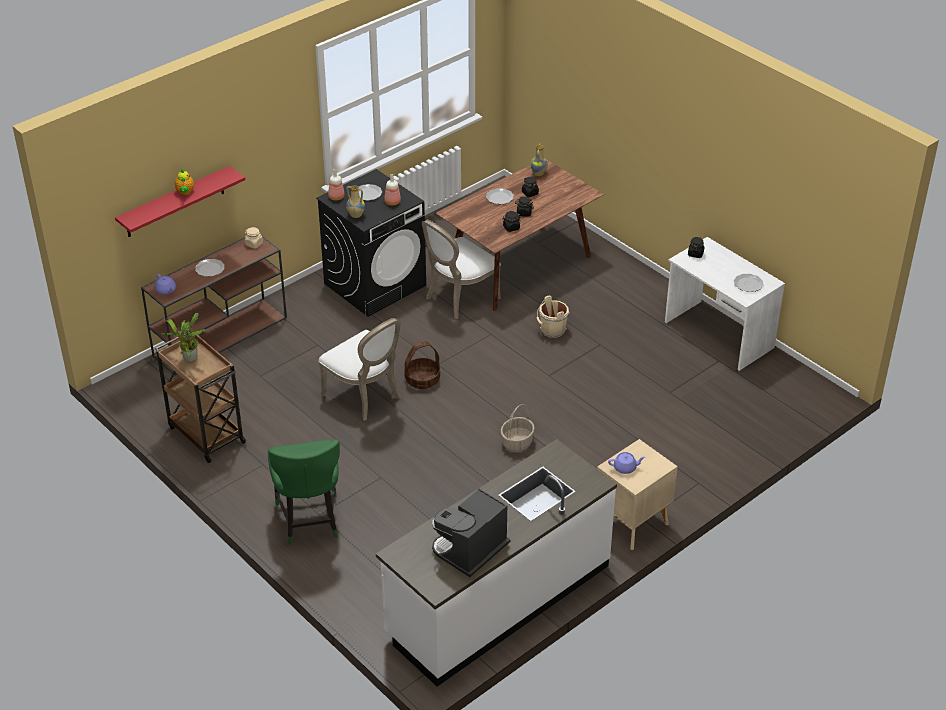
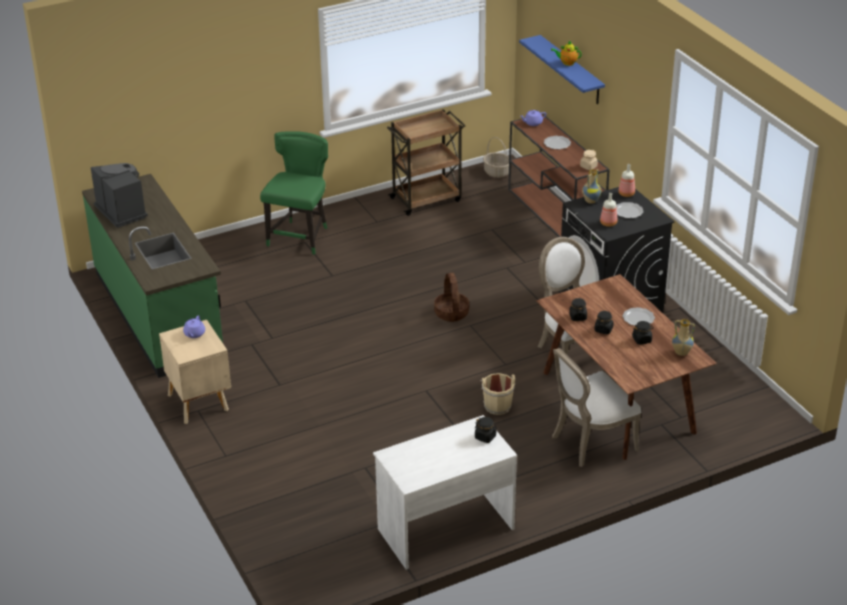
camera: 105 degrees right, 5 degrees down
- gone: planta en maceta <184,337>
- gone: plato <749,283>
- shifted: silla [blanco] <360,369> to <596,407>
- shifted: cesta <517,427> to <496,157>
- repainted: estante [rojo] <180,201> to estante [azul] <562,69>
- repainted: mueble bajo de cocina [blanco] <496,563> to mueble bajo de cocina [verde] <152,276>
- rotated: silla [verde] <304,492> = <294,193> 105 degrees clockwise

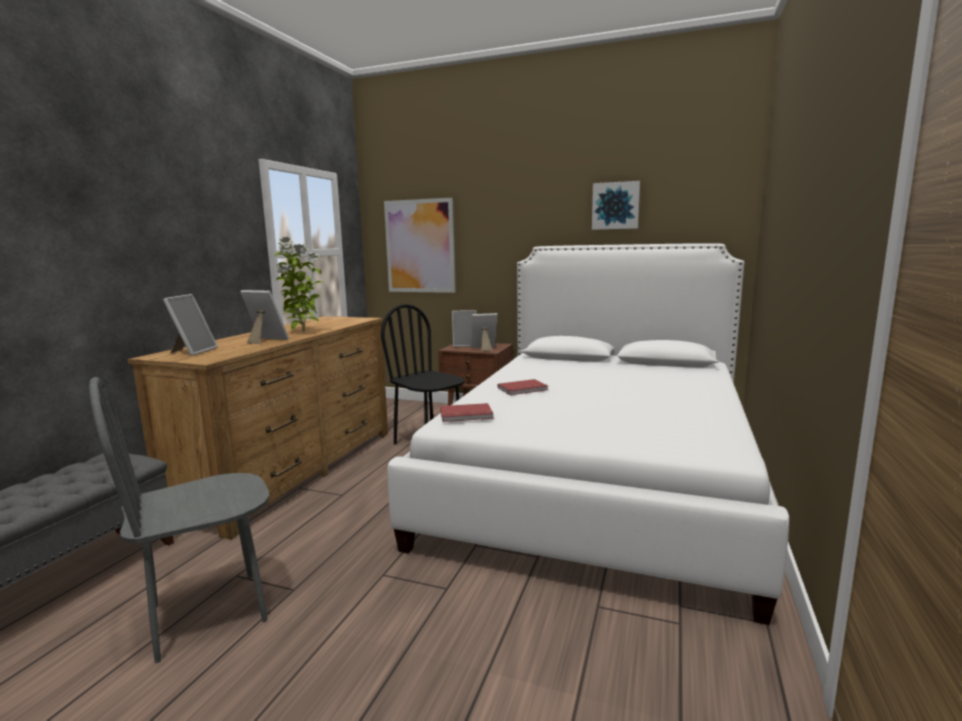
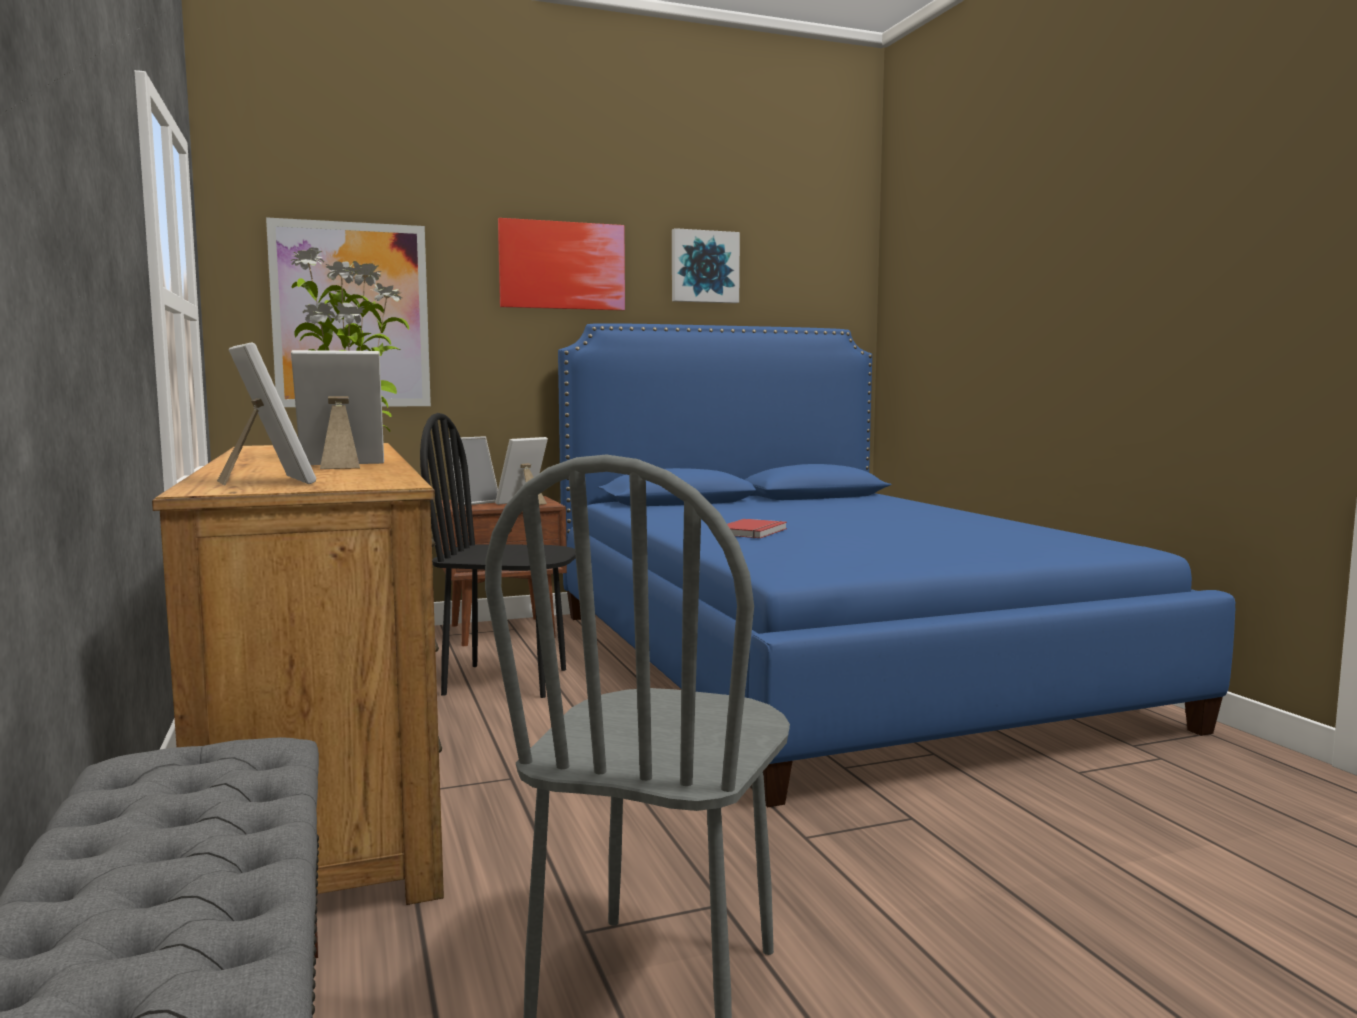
camera: 40 degrees left, 5 degrees down
- gone: libro [rojo] <467,412>
- new: cuadro <561,264>
- repainted: cama [blanco] <588,434> to cama [azul] <896,565>

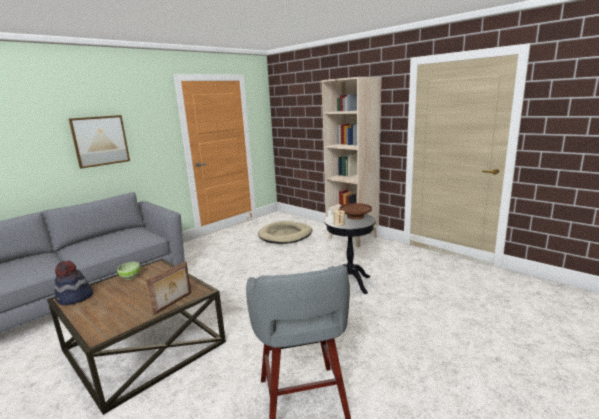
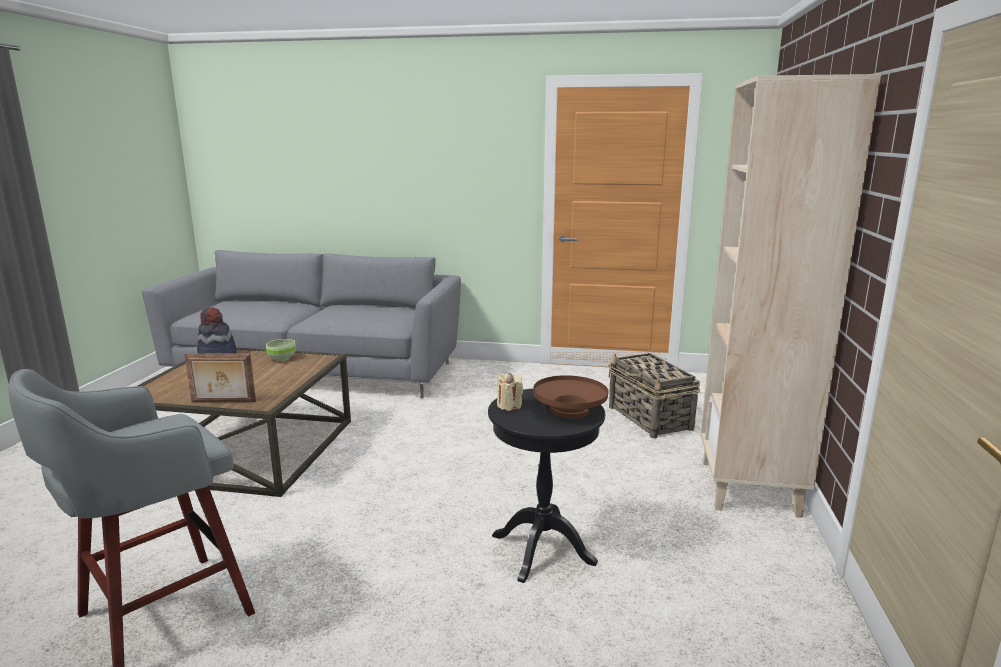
camera: 55 degrees right, 0 degrees up
- gone: cuadro <99,142>
- swapped: cama para perro [beis] <285,232> to cesta <654,395>

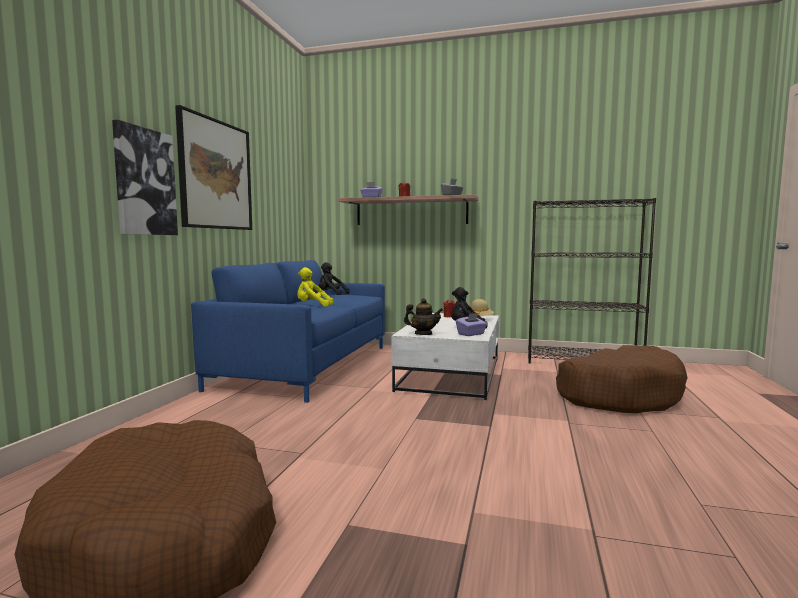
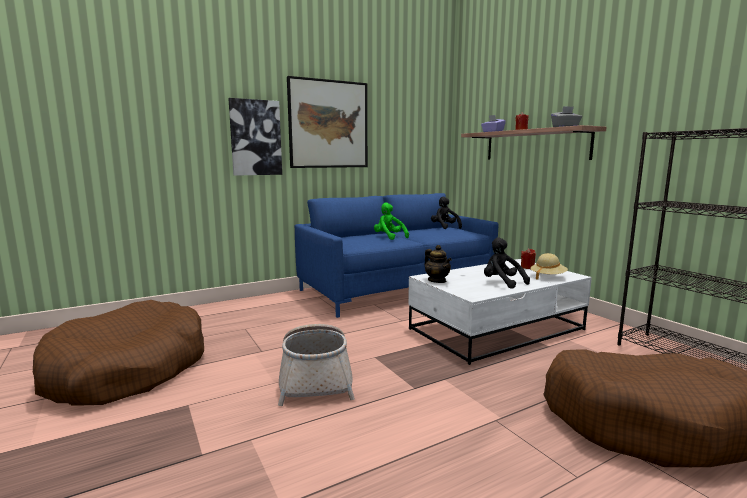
camera: 45 degrees right, 5 degrees up
- gone: caja de pañuelos [morado] <471,324>
- new: cesta <316,365>
- repainted: peluche [amarillo] <315,287> to peluche [verde] <391,221>

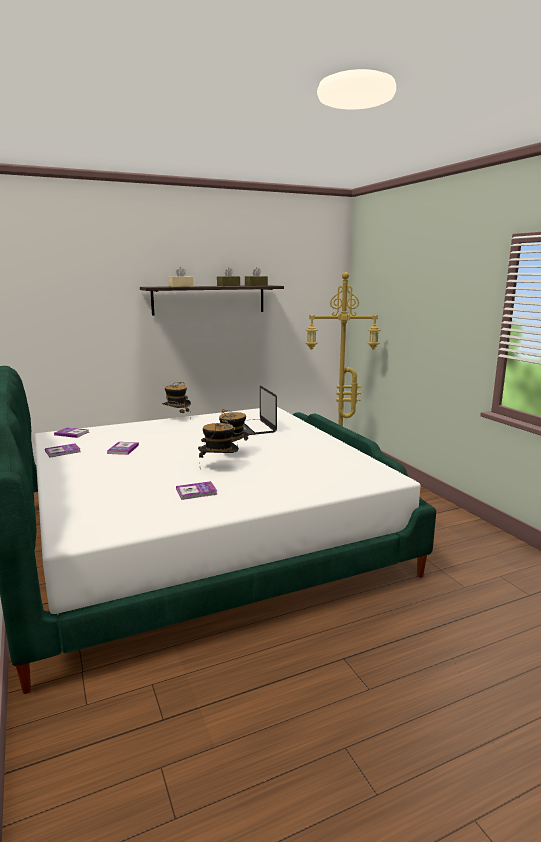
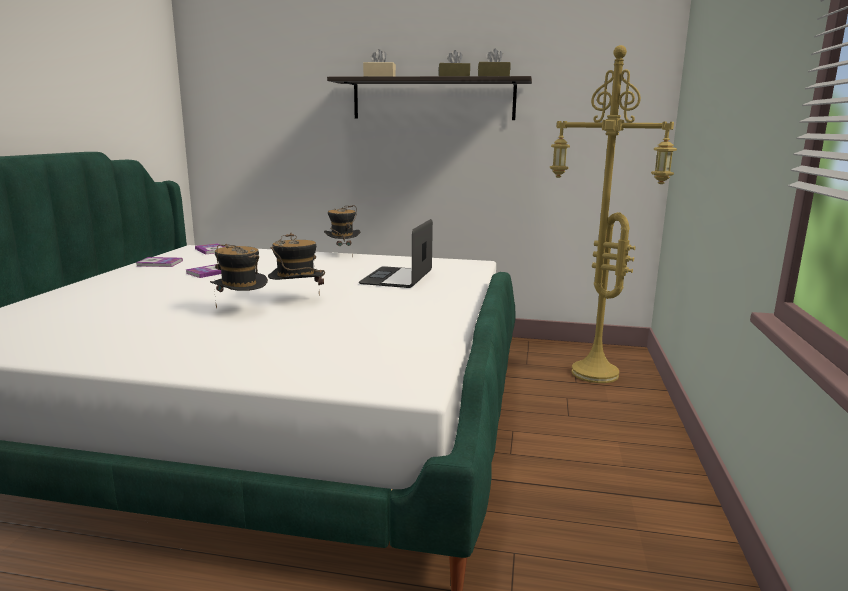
camera: 35 degrees right, 0 degrees up
- gone: libro <197,490>

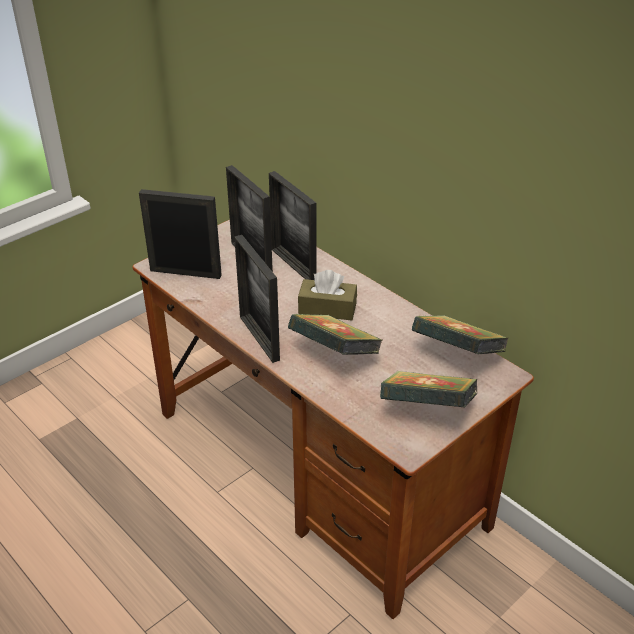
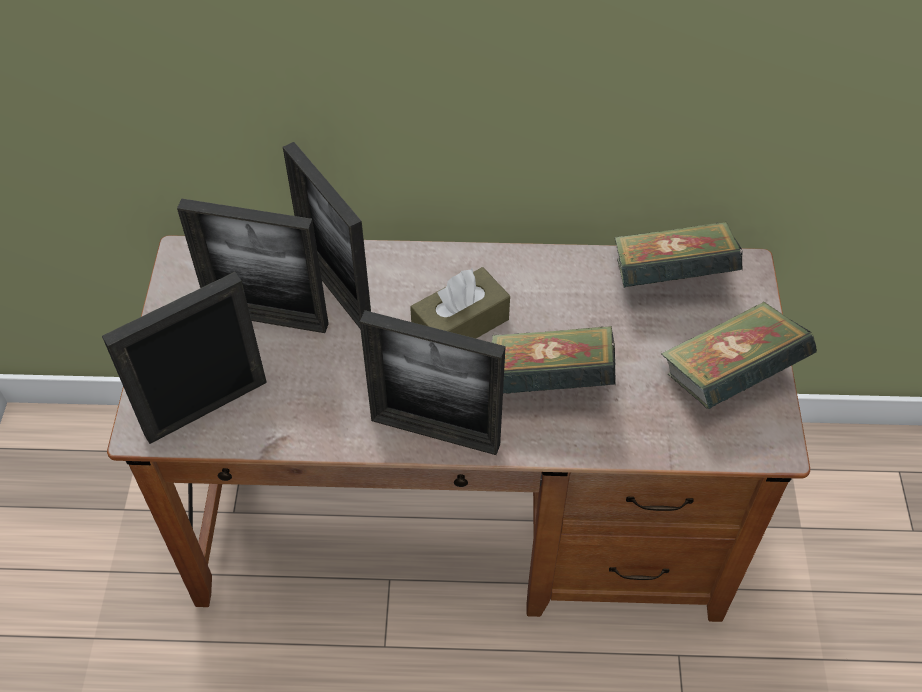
camera: 45 degrees left, 15 degrees up
- rotated: portarretratos <293,225> = <327,235> 45 degrees clockwise

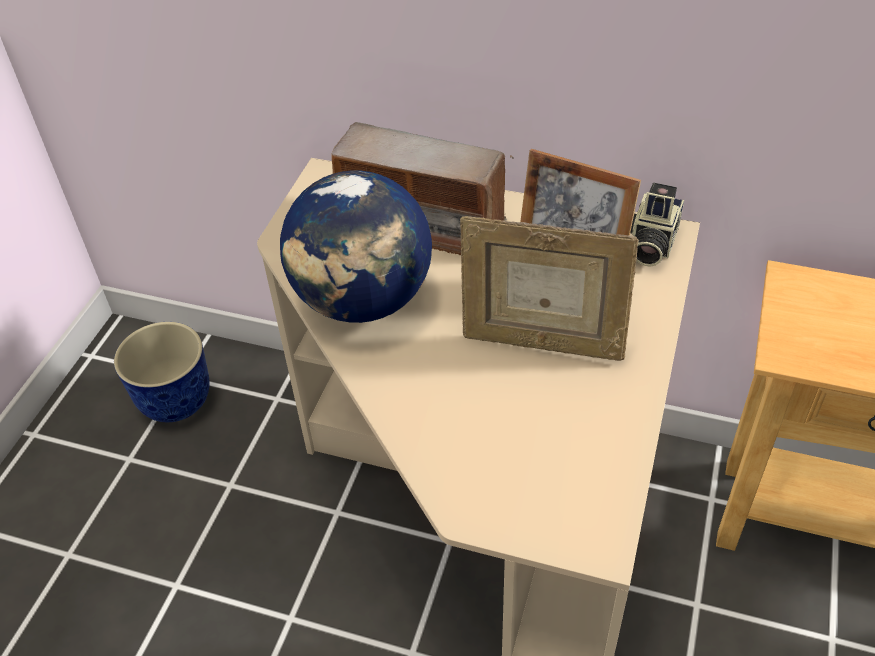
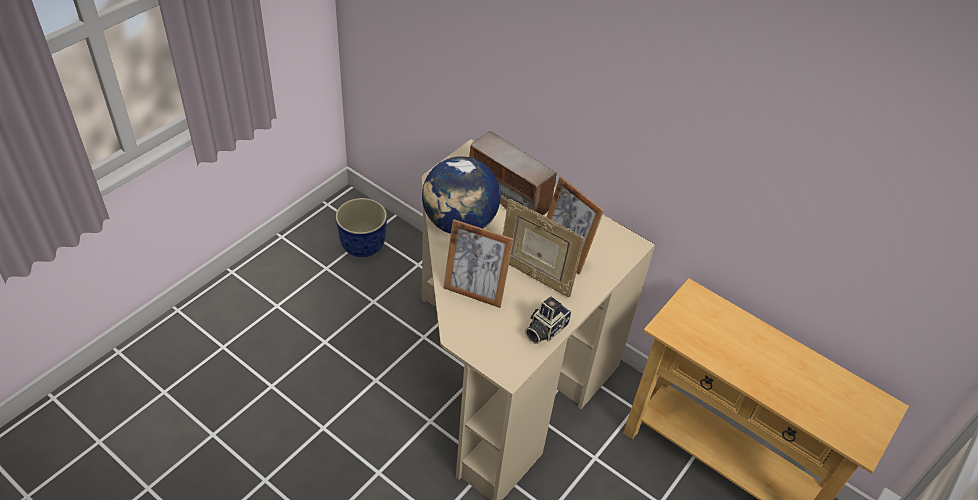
camera: 15 degrees right, 0 degrees up
- new: portarretratos <478,263>
- shifted: cámara <657,225> to <548,320>

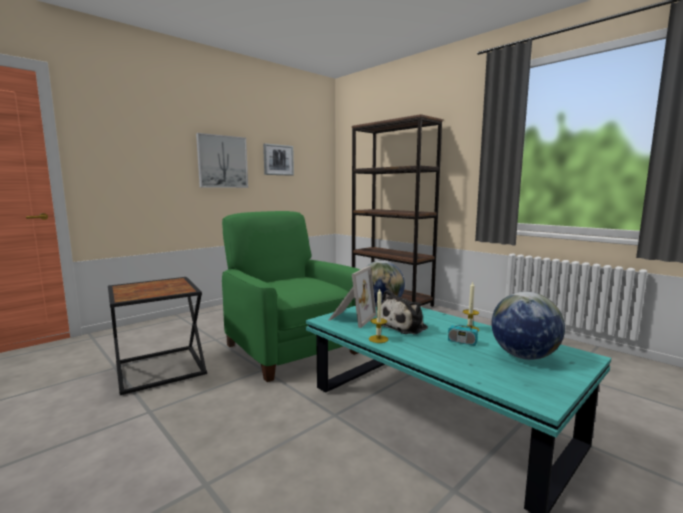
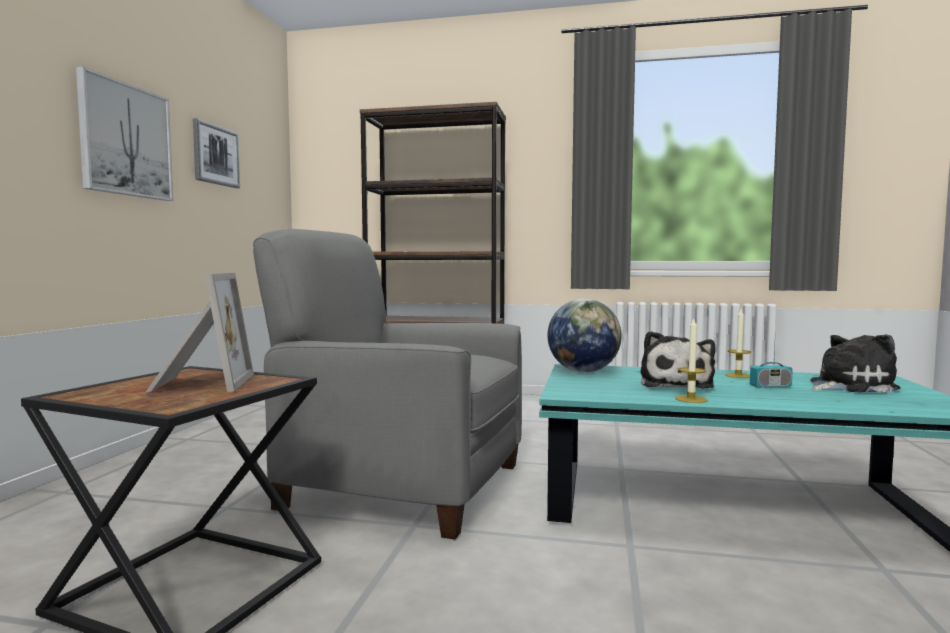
camera: 35 degrees left, 5 degrees down
- shifted: portarretratos <353,297> to <200,332>
- swapped: globo terráqueo <528,326> to peluche <855,363>
- repainted: sillón [verde] <291,296> to sillón [gris] <387,384>

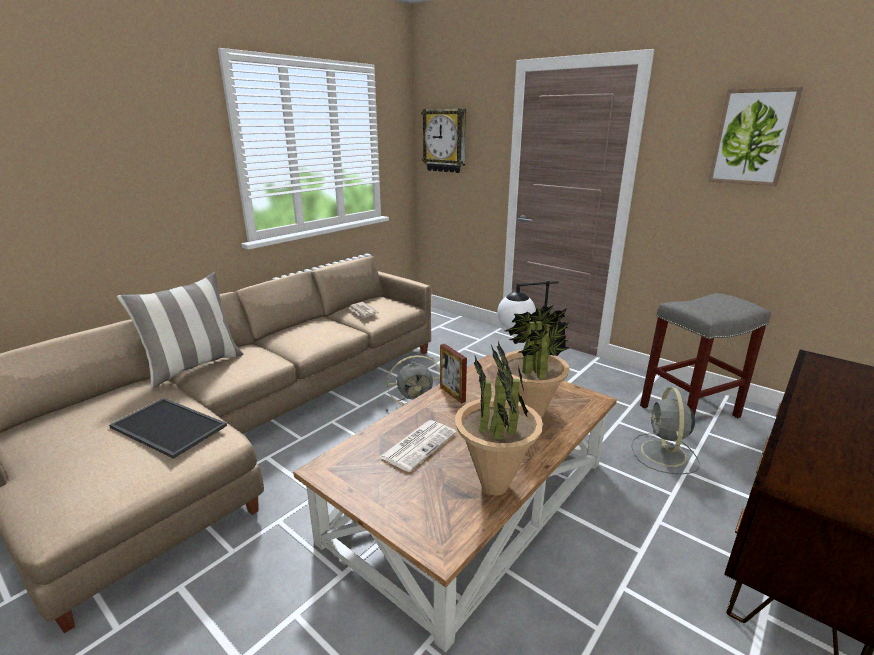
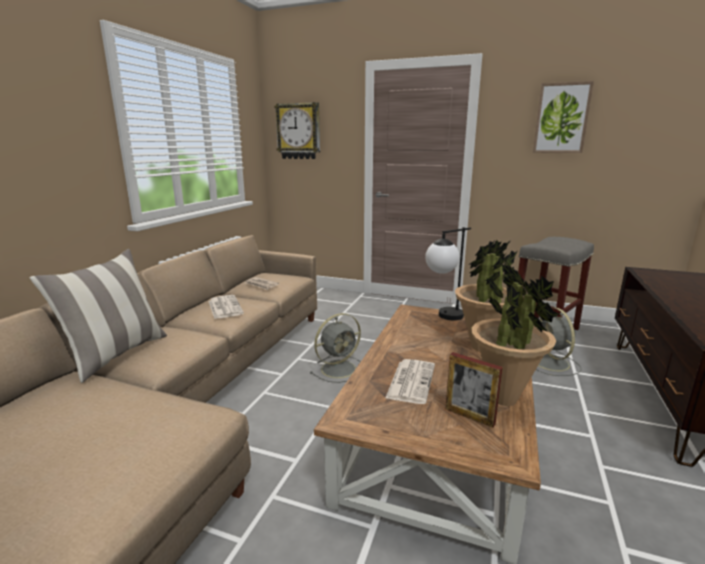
camera: 20 degrees left, 5 degrees down
- gone: bandeja <168,428>
- new: periódico <226,307>
- shifted: portarretratos <453,374> to <474,390>

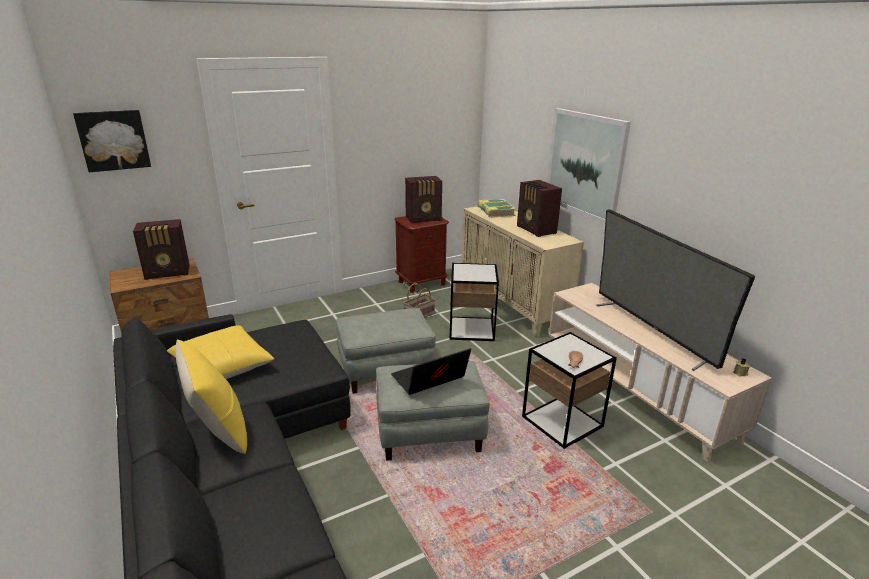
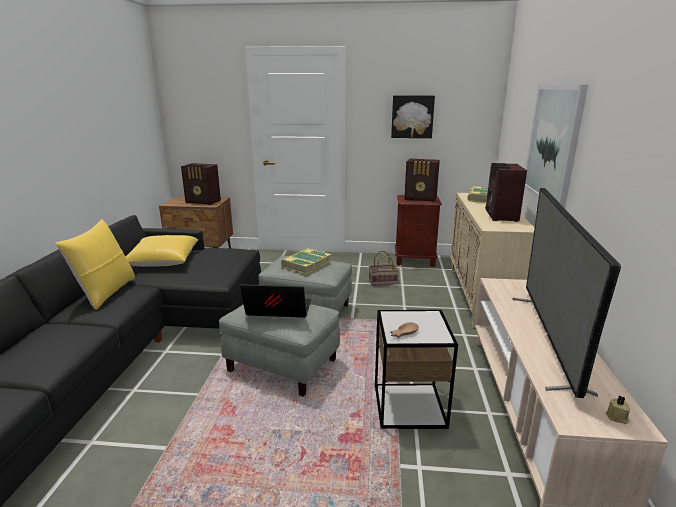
camera: 35 degrees right, 5 degrees down
- gone: mesa auxiliar <474,302>
- new: libro <306,261>
- shifted: cuadro <112,141> to <413,116>

